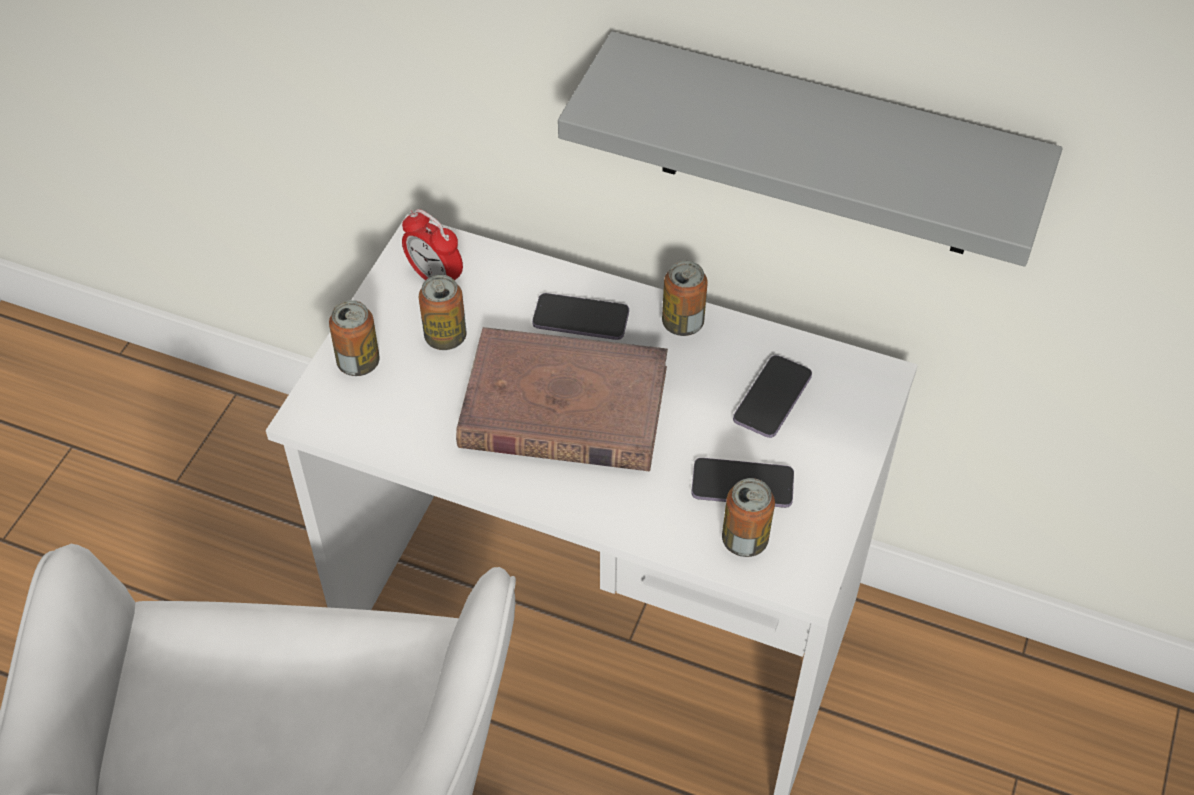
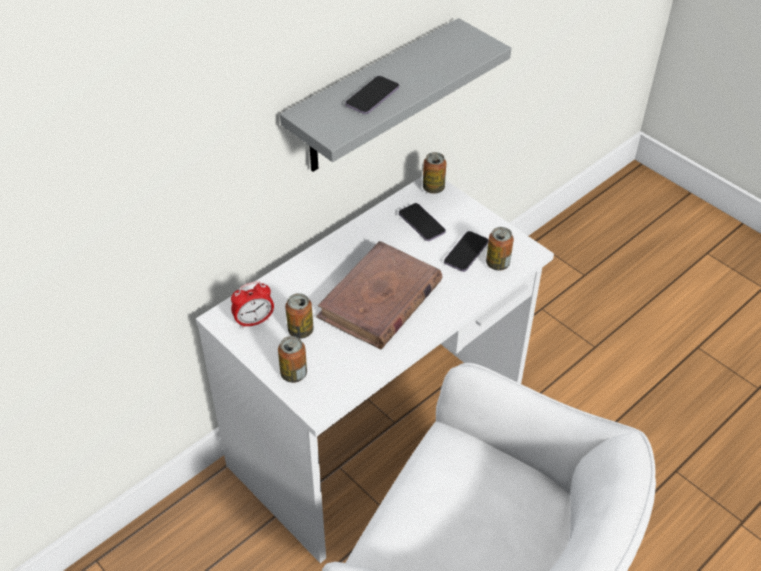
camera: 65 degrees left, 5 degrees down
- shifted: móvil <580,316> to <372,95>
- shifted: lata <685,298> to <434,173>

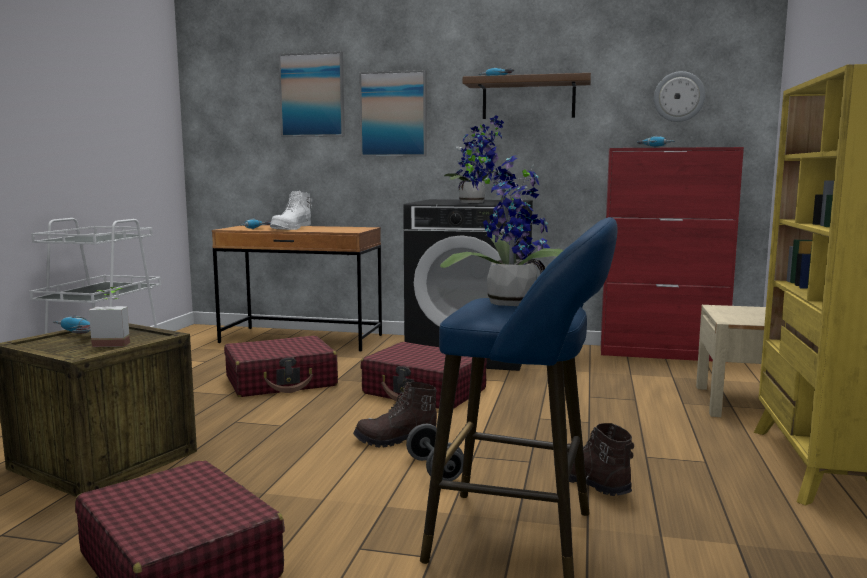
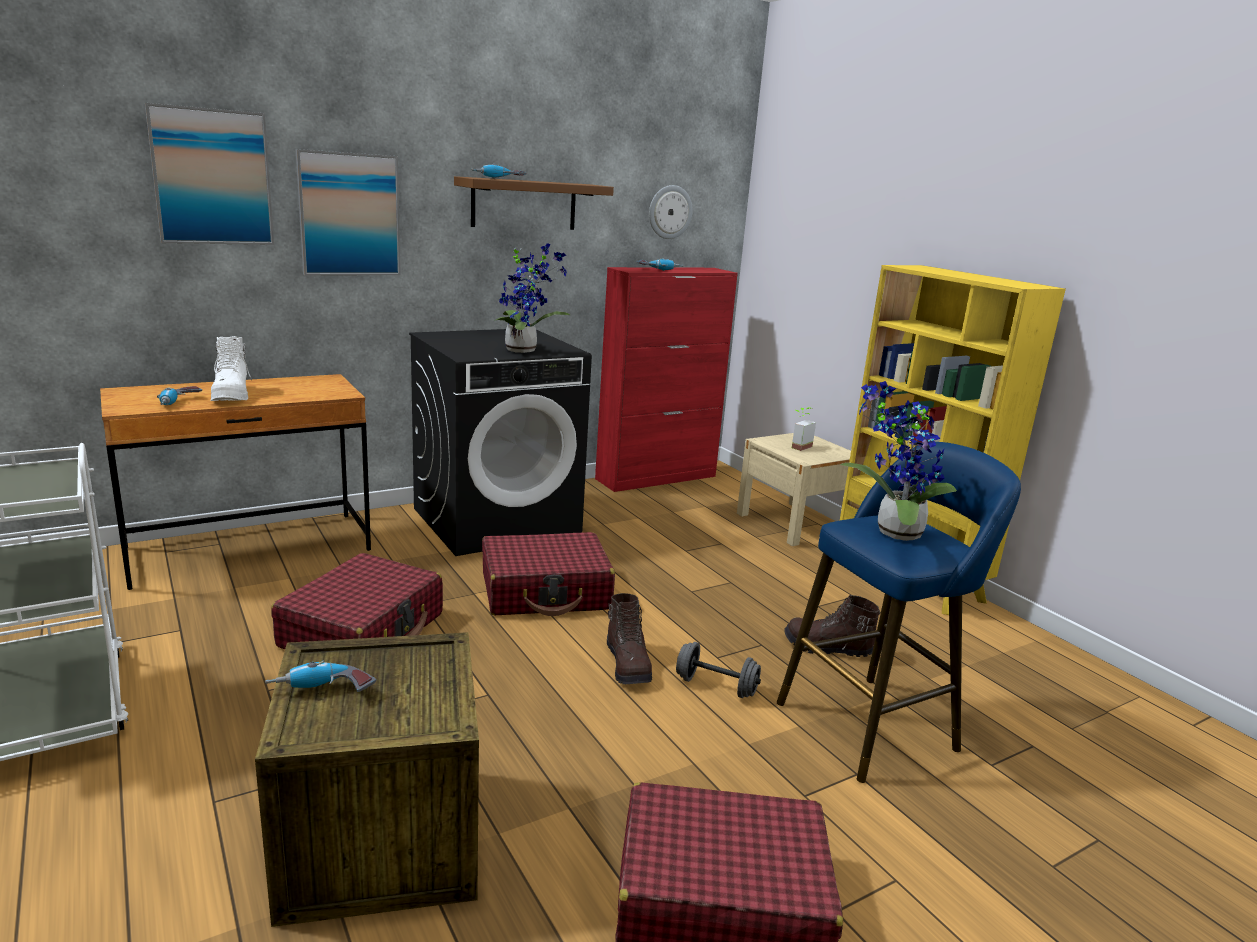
camera: 45 degrees left, 10 degrees up
- shifted: planta en maceta <109,317> to <804,429>
- rotated: bota [marrón] <395,414> = <629,638> 45 degrees counterclockwise

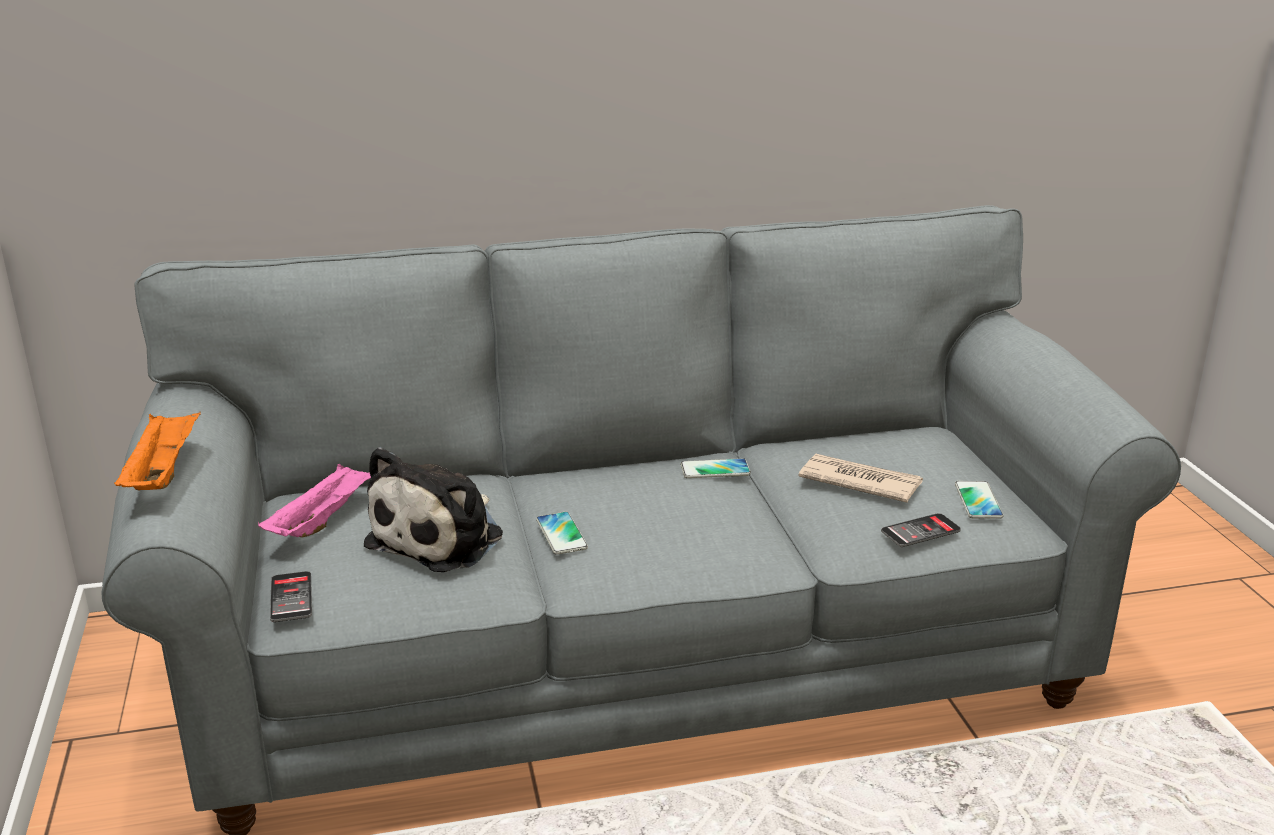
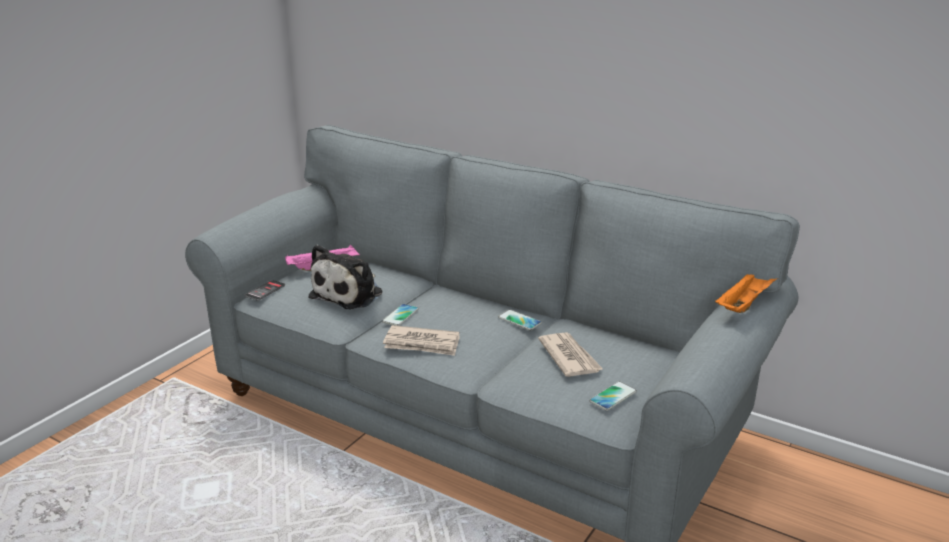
camera: 45 degrees right, 0 degrees up
- gone: móvil <921,530>
- new: periódico <421,340>
- shifted: bandeja [naranja] <157,451> to <746,293>
- rotated: peluche <433,509> = <345,276> 45 degrees counterclockwise

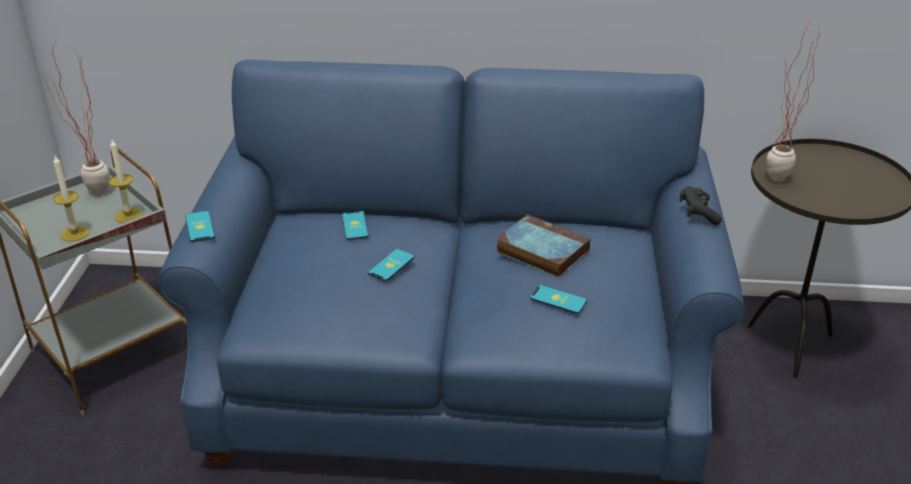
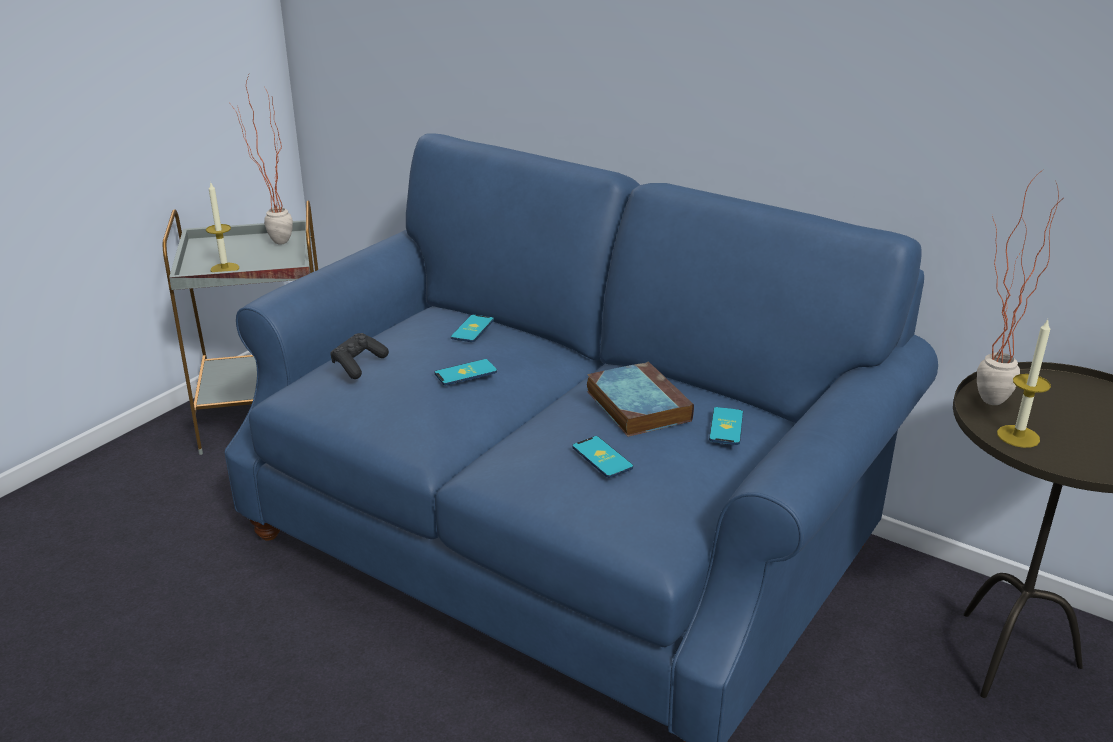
camera: 30 degrees right, 5 degrees down
- shifted: vela <126,181> to <1024,383>
- shifted: móvil <200,226> to <726,426>
- shifted: mando de consola [negro] <700,205> to <359,356>

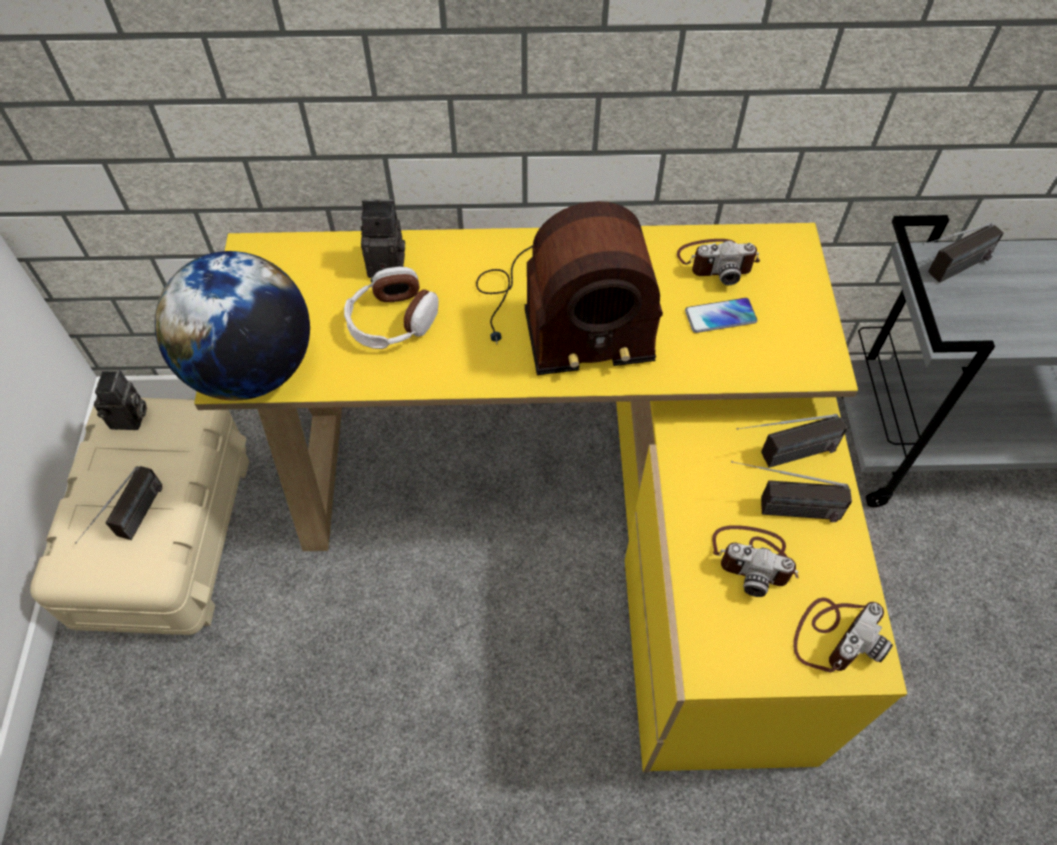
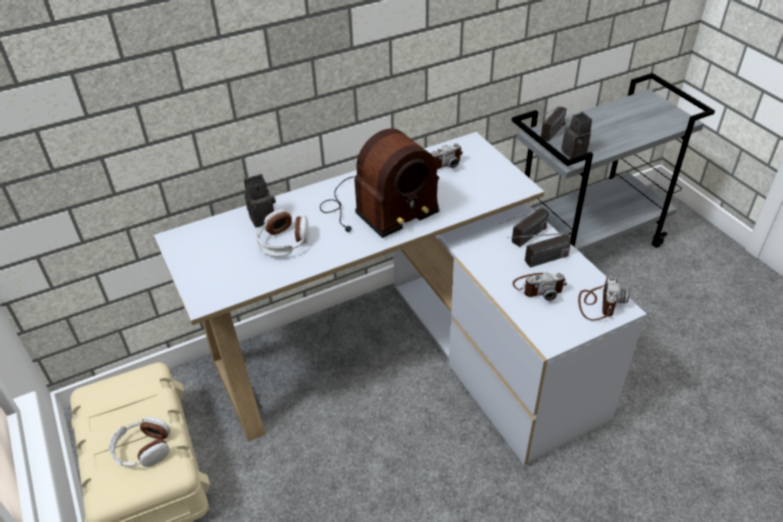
camera: 25 degrees left, 15 degrees down
- gone: globo terráqueo <232,325>
- gone: móvil <721,315>
- shifted: cámara <120,400> to <576,135>
- swapped: radio <118,505> to auriculares <139,442>
- repainted: escritorio [amarillo] <550,497> to escritorio [blanco] <400,298>

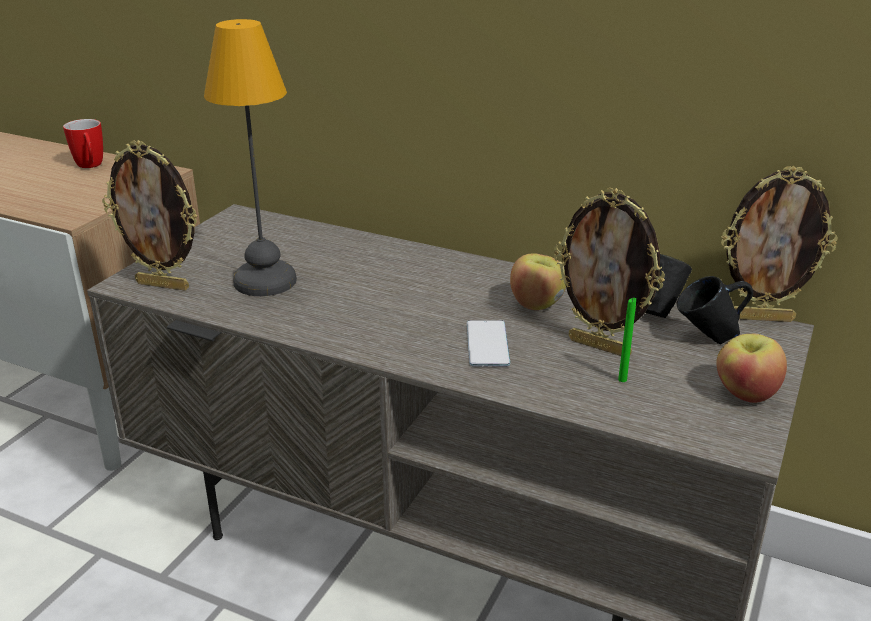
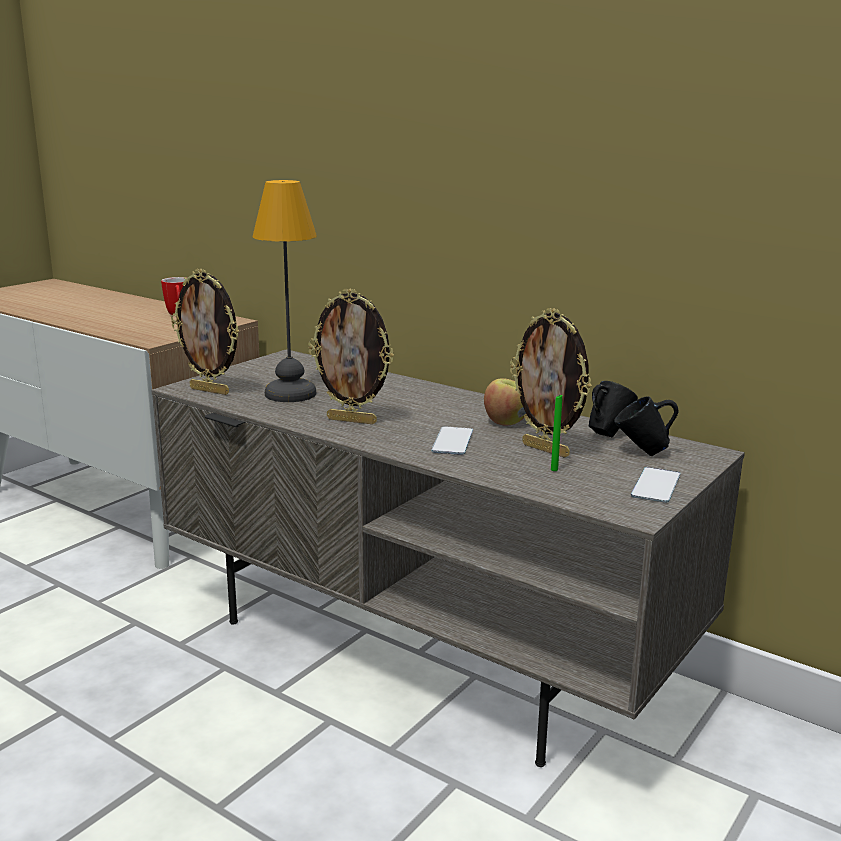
camera: 10 degrees right, 10 degrees down
- shifted: portarretratos <779,244> to <351,356>
- swapped: manzana <751,368> to móvil <656,485>

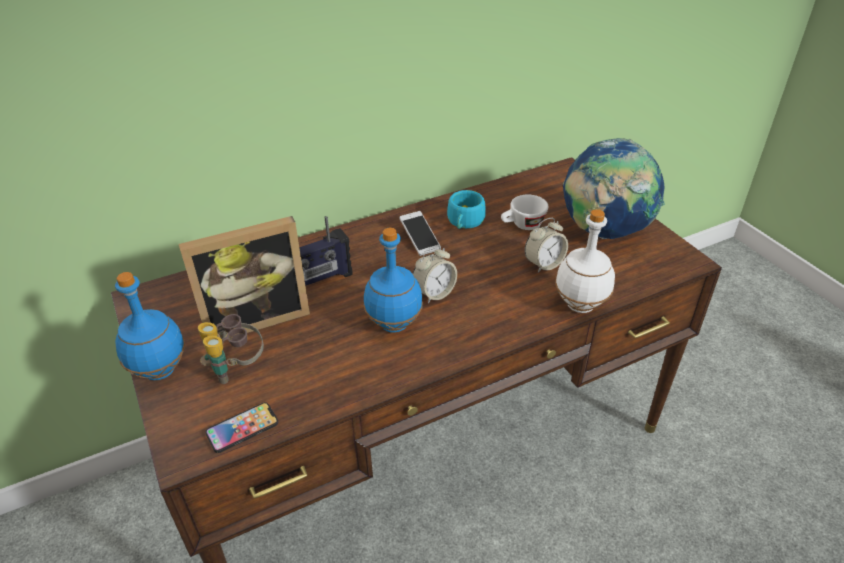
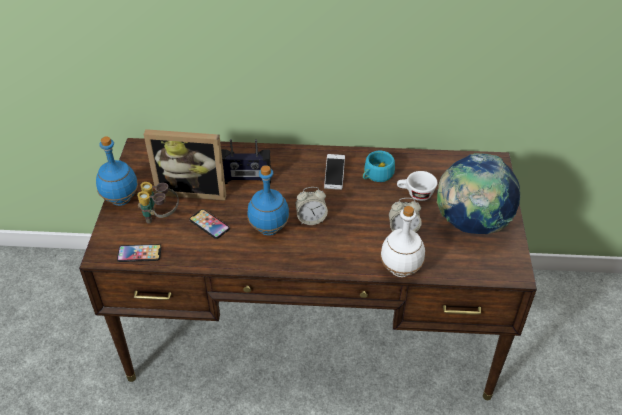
camera: 30 degrees right, 5 degrees up
- new: móvil <209,224>

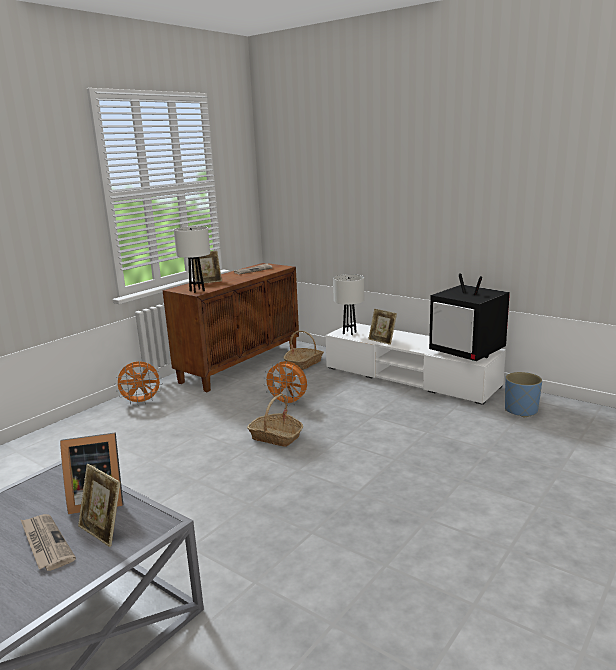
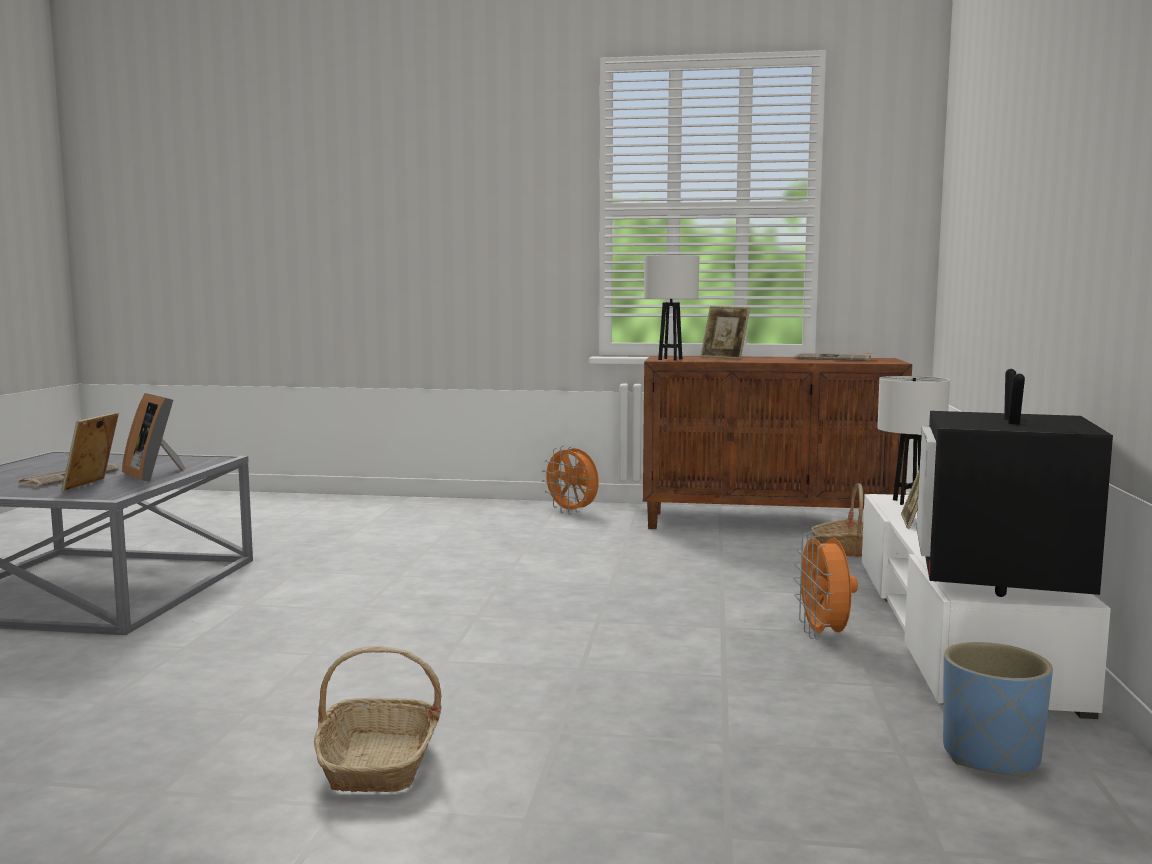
camera: 60 degrees right, 10 degrees down
- shifted: cesta <275,420> to <378,719>
- shifted: ventilador [naranja] <285,383> to <825,585>

